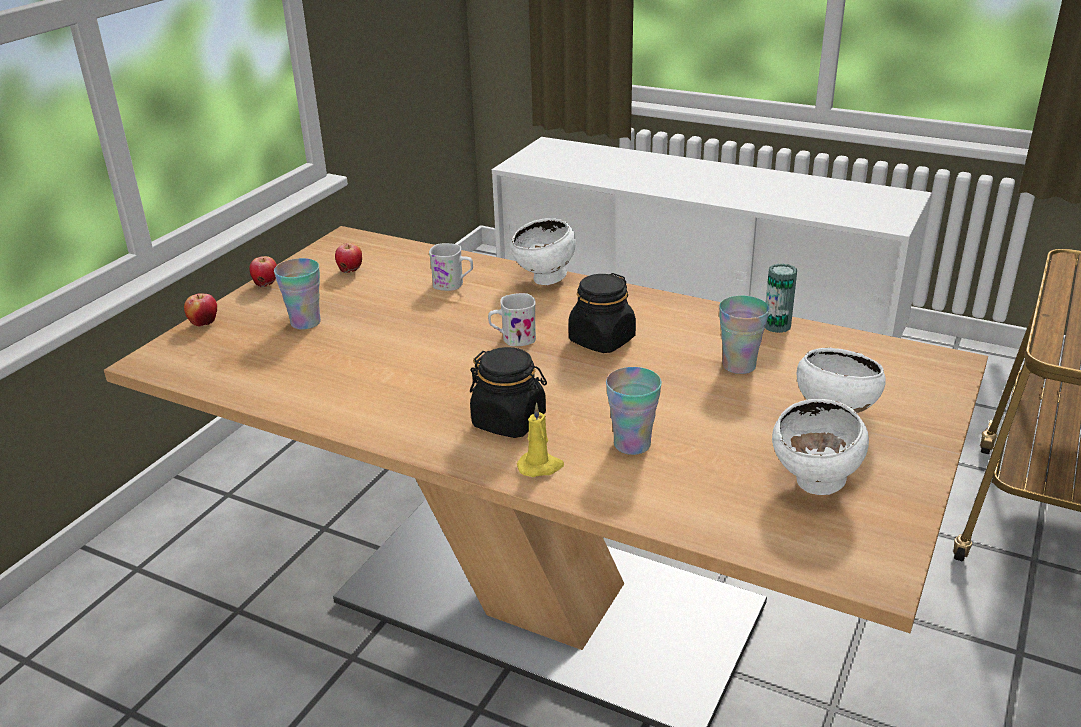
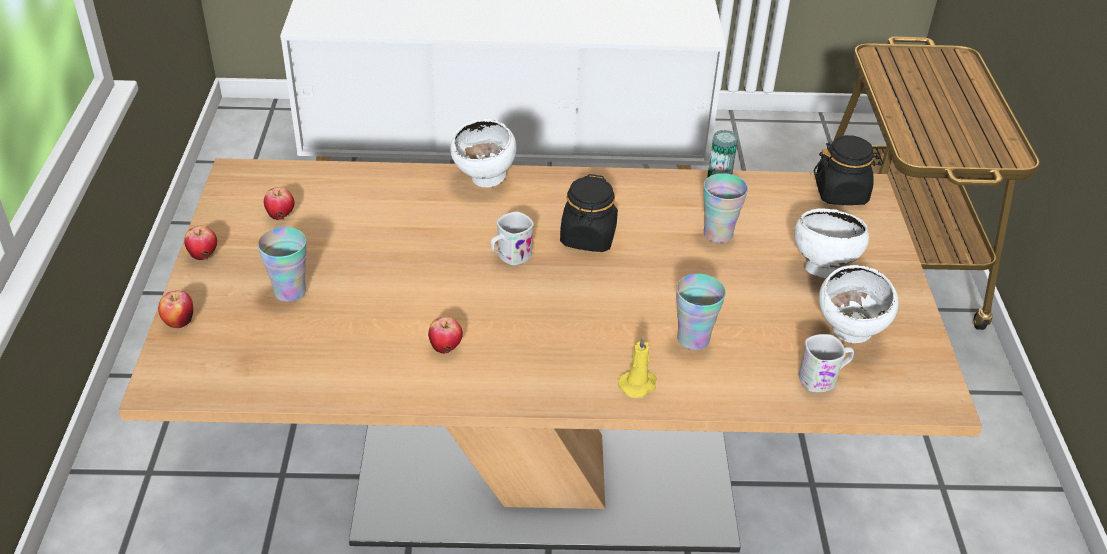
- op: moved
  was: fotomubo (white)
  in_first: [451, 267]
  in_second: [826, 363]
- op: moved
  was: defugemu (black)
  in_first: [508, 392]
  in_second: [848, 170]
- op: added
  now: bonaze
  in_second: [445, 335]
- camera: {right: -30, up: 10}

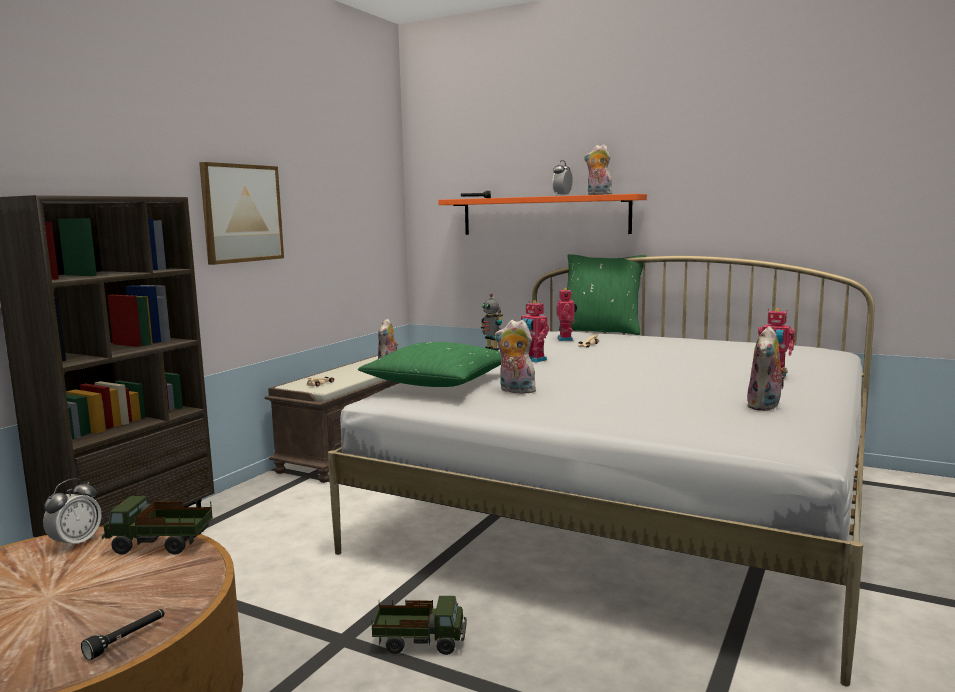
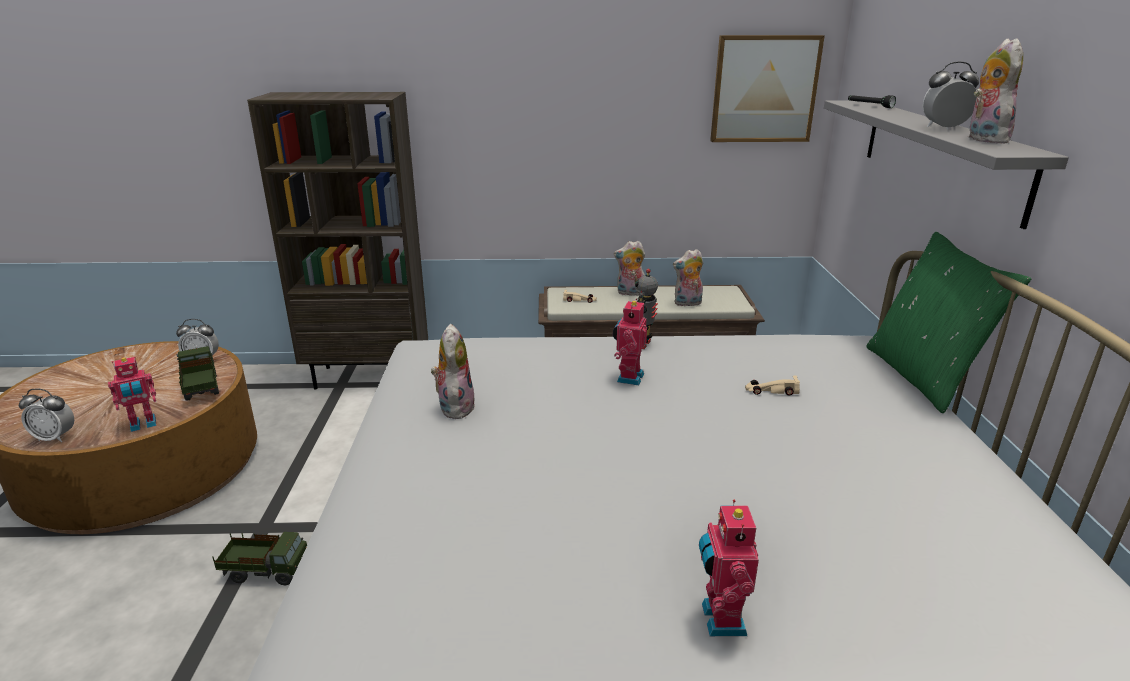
- op: replaced
  was: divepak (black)
  now: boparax
  in_first: [122, 634]
  in_second: [46, 415]
- op: moved
  was: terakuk
  in_first: [241, 213]
  in_second: [767, 88]
- op: removed
  was: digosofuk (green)
  in_first: [429, 364]
- op: turned
  was: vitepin
  in_first: [419, 625]
  in_second: [260, 558]
  clockwise: -60
- op: recoloured
  was: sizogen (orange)
  now: sizogen (grey)
  in_first: [542, 214]
  in_second: [946, 164]
- op: moved
  was: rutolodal
  in_first: [567, 314]
  in_second: [132, 394]
- op: moved
  was: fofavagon
  in_first: [767, 368]
  in_second: [629, 268]
- camera: {right: 60, up: 15}

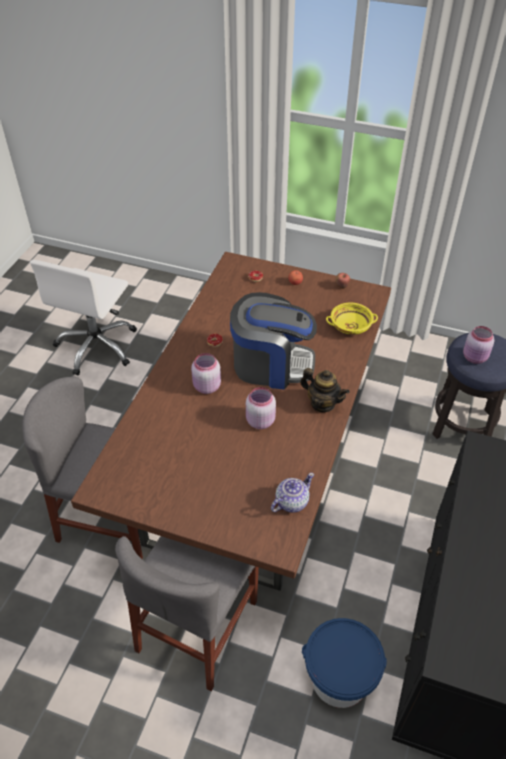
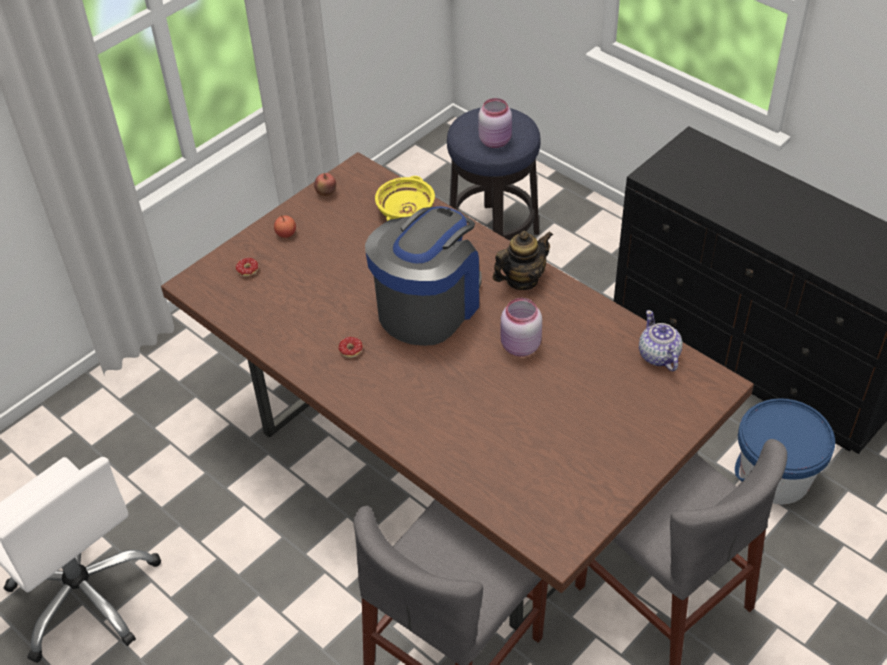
- op: removed
  was: defugemu (pink)
  in_first: [206, 373]
- camera: {right: -65, up: 0}

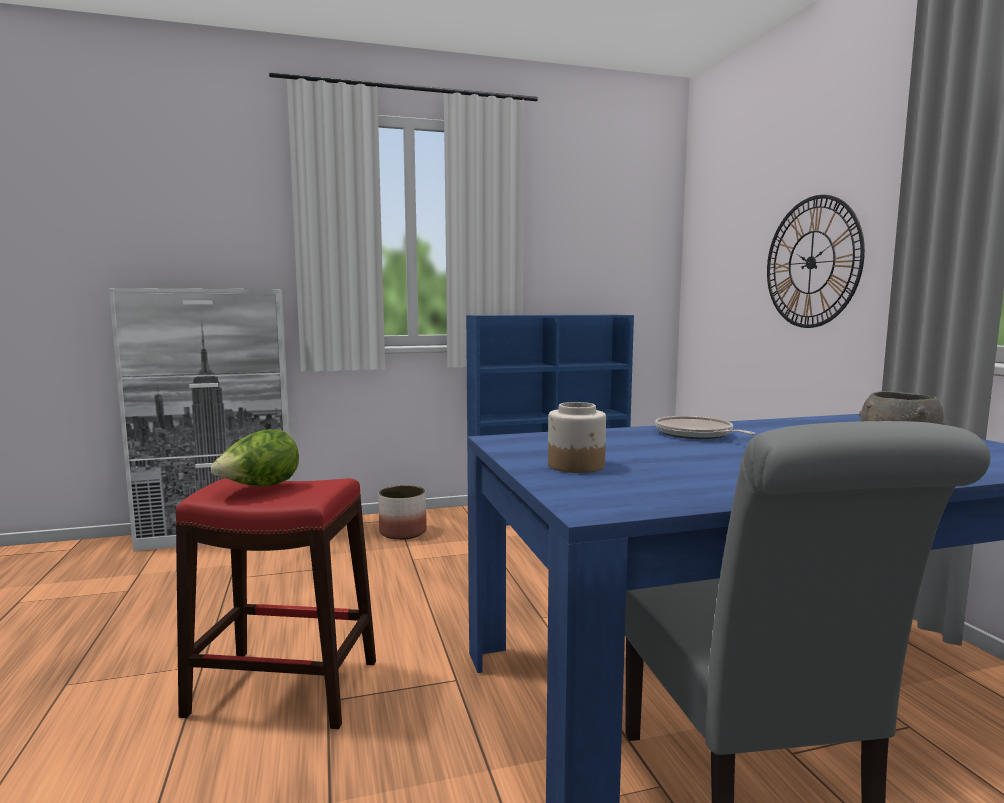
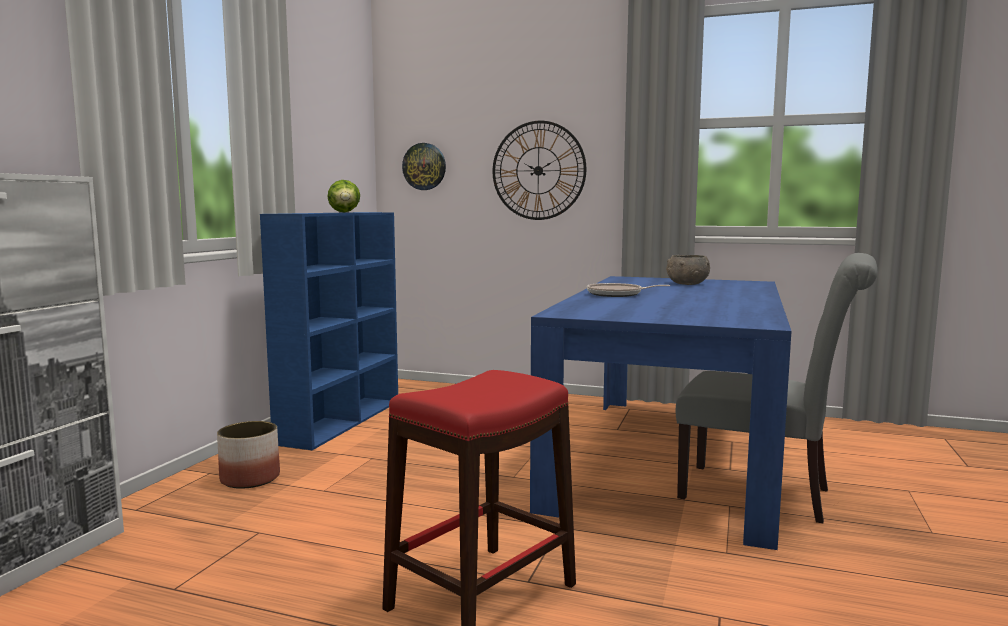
- op: moved
  was: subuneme
  in_first: [255, 457]
  in_second: [344, 196]
- op: removed
  was: defugemu
  in_first: [577, 437]
- op: added
  now: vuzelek
  in_second: [424, 166]
- camera: {right: -55, up: 0}

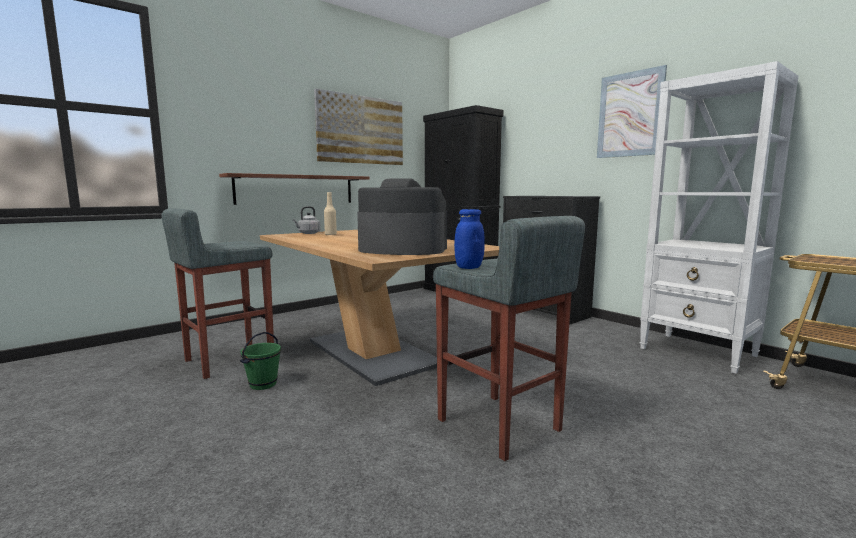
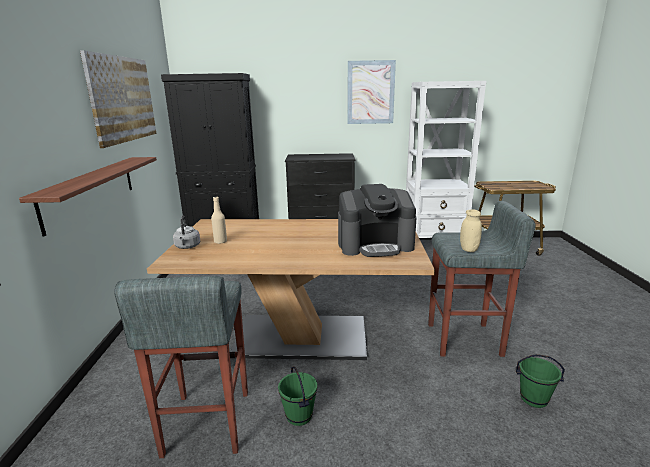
- op: turned
  was: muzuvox
  in_first: [402, 216]
  in_second: [377, 220]
  clockwise: -150
- op: recoloured
  was: defugemu (blue)
  now: defugemu (beige)
  in_first: [469, 239]
  in_second: [471, 230]
- op: added
  now: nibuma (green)
  in_second: [540, 381]
- camera: {right: -50, up: 10}

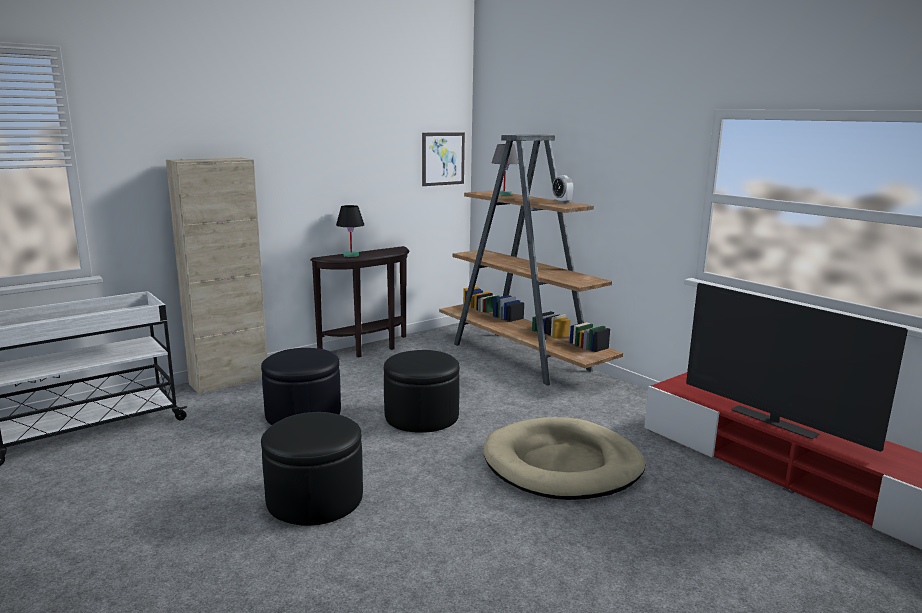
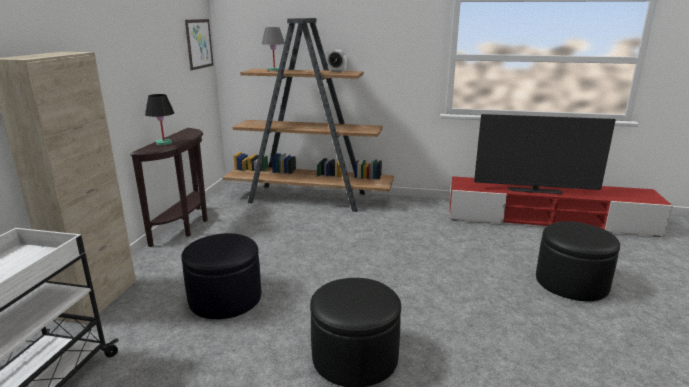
- op: moved
  was: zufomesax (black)
  in_first: [422, 391]
  in_second: [578, 261]
- op: removed
  was: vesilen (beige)
  in_first: [564, 458]
- camera: {right: -40, up: 5}

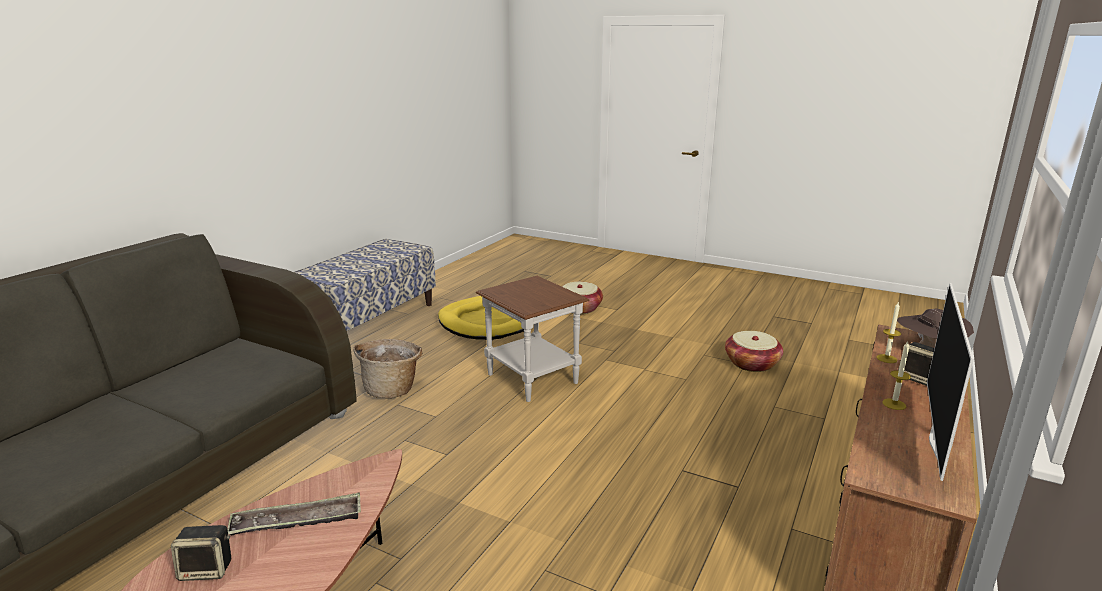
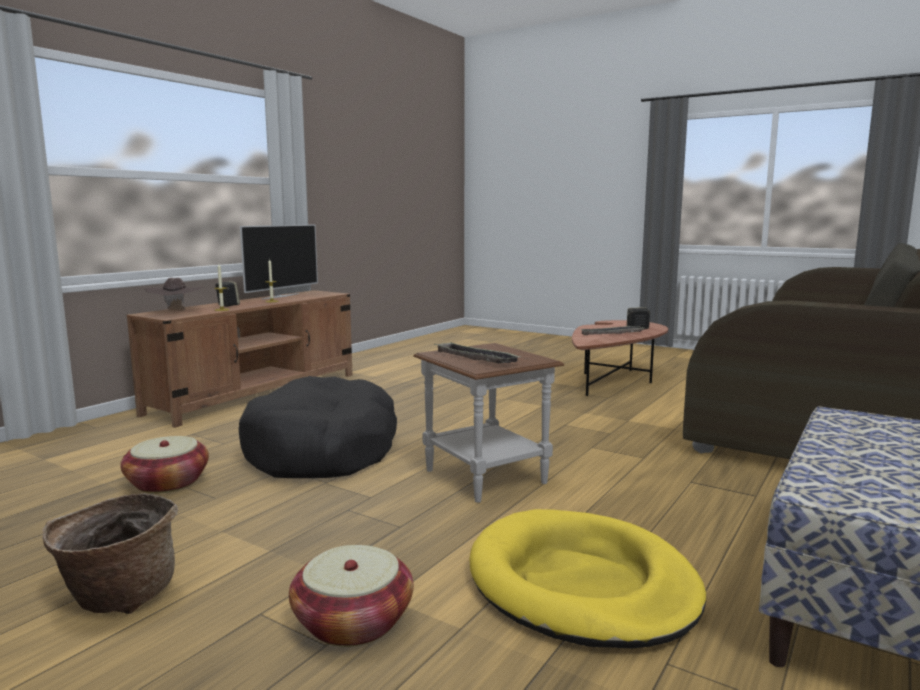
- op: moved
  was: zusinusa
  in_first: [387, 368]
  in_second: [110, 553]
- op: added
  now: vesilen (black)
  in_second: [317, 427]
- op: added
  now: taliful
  in_second: [477, 352]
- camera: {right: -175, up: -10}

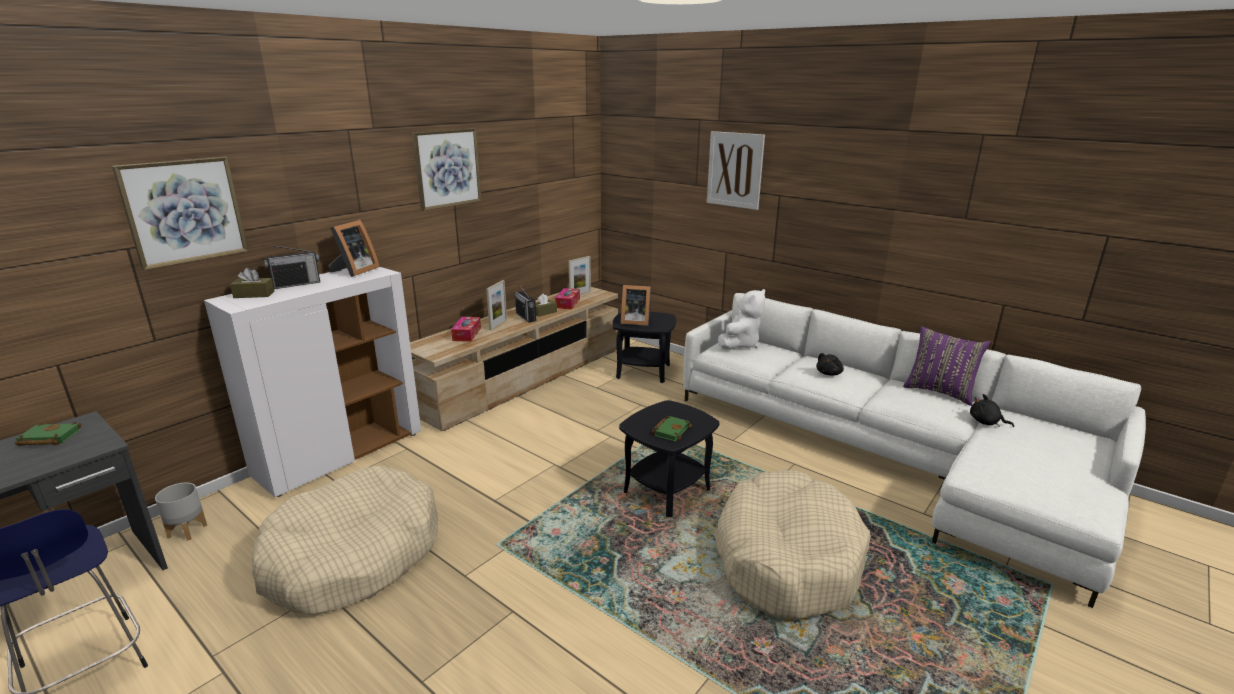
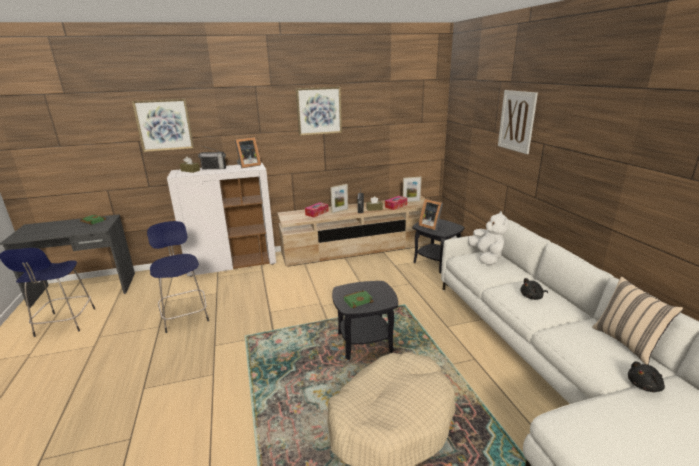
- op: removed
  was: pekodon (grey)
  in_first: [181, 512]
- op: replaced
  was: vesilen (beige)
  now: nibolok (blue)
  in_first: [345, 540]
  in_second: [178, 277]
- op: turned
  was: fofavagon (white)
  in_first: [742, 319]
  in_second: [488, 238]
  clockwise: -75
- op: recoloured
  was: digosofuk (purple)
  now: digosofuk (beige)
  in_first: [947, 366]
  in_second: [637, 320]
- op: turned
  was: fofavagon (black)
  in_first: [992, 410]
  in_second: [646, 376]
  clockwise: -90
- camera: {right: 35, up: 0}

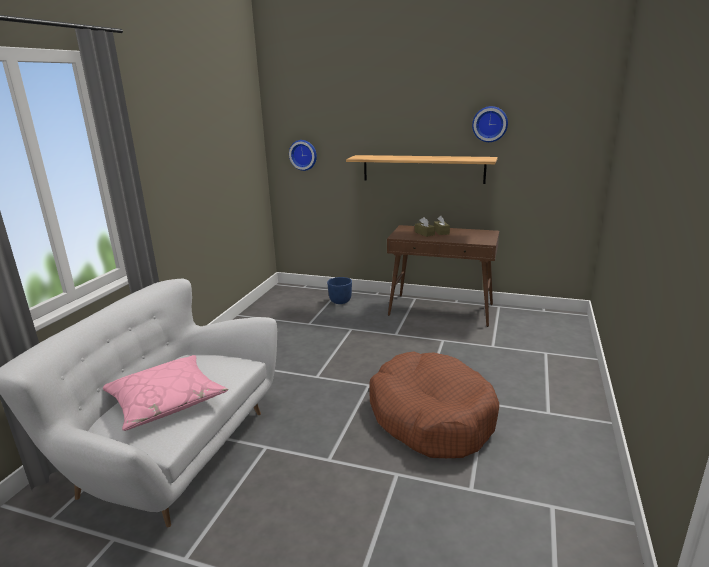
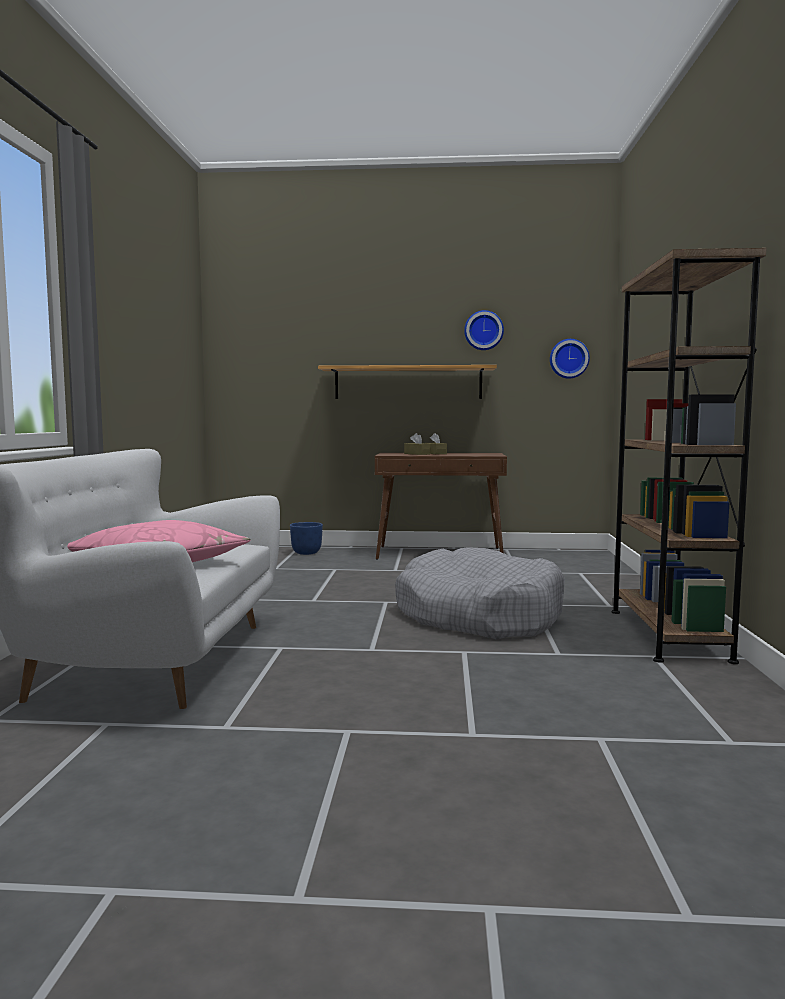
- op: moved
  was: vuzelek
  in_first: [303, 155]
  in_second: [570, 359]
- op: recoloured
  was: vesilen (brown)
  now: vesilen (grey)
  in_first: [434, 405]
  in_second: [480, 593]
- op: added
  now: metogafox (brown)
  in_second: [688, 456]
- camera: {right: -15, up: -15}

